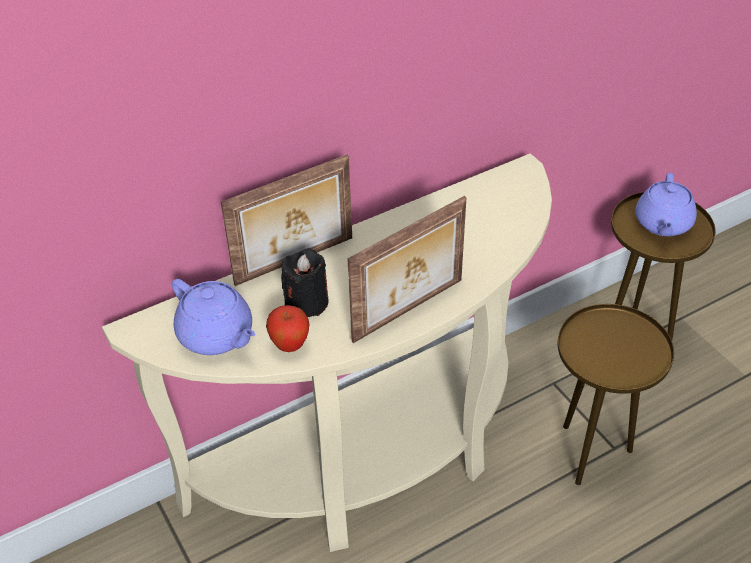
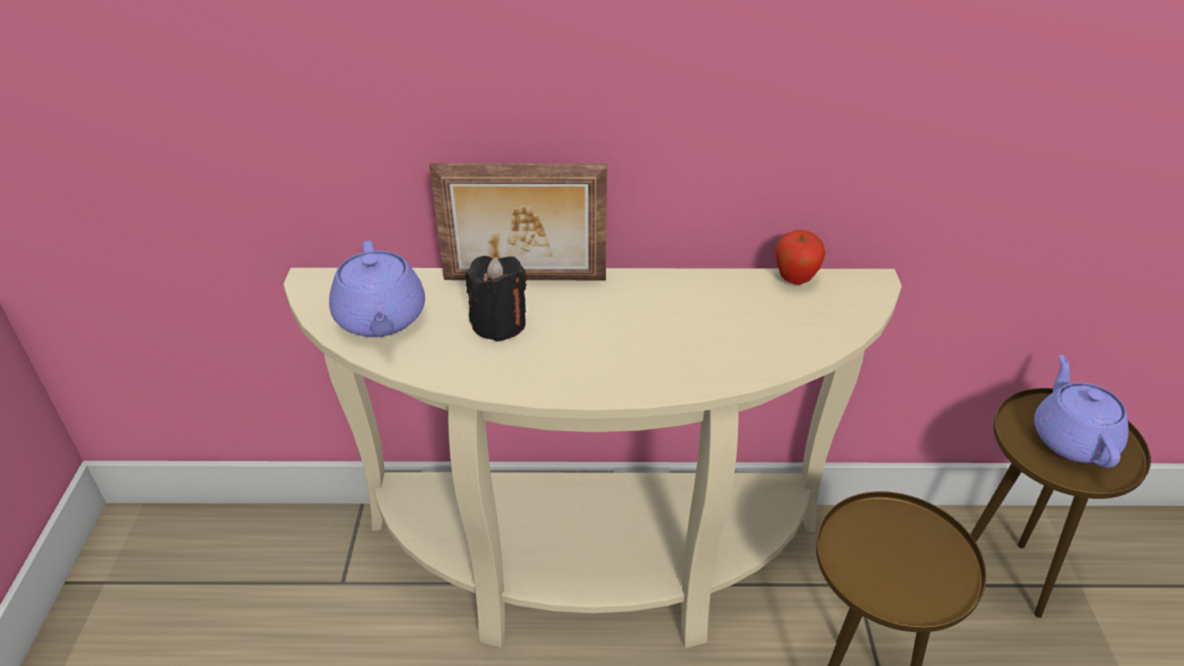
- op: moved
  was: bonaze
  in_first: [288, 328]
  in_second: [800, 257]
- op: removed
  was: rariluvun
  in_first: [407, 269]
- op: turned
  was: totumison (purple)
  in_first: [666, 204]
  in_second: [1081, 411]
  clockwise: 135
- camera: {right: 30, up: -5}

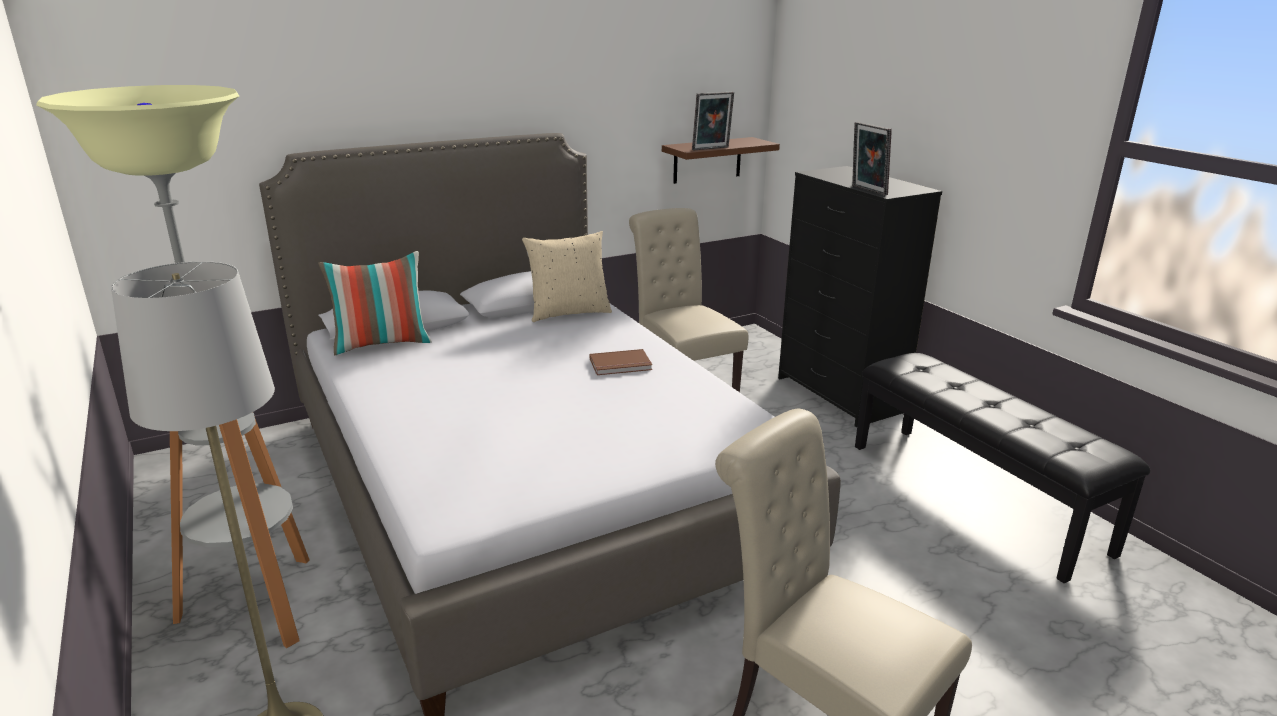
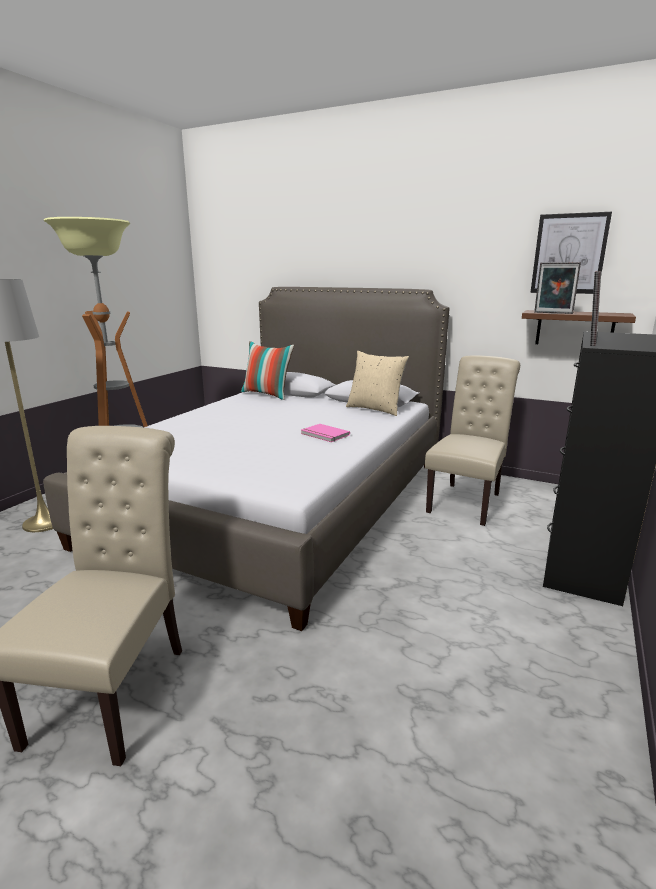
- op: recoloured
  was: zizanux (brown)
  now: zizanux (pink)
  in_first: [620, 362]
  in_second: [325, 433]
- op: removed
  was: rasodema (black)
  in_first: [1002, 468]
- op: added
  now: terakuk
  in_second: [571, 253]
- camera: {right: 55, up: -5}

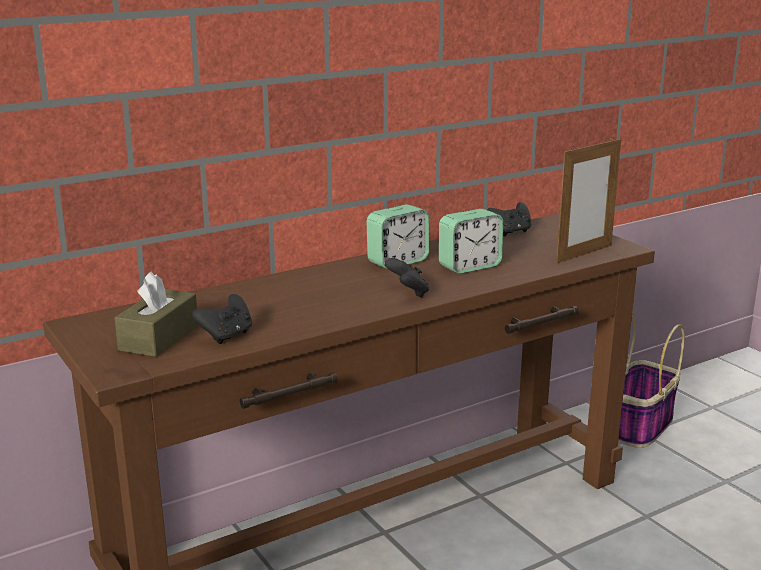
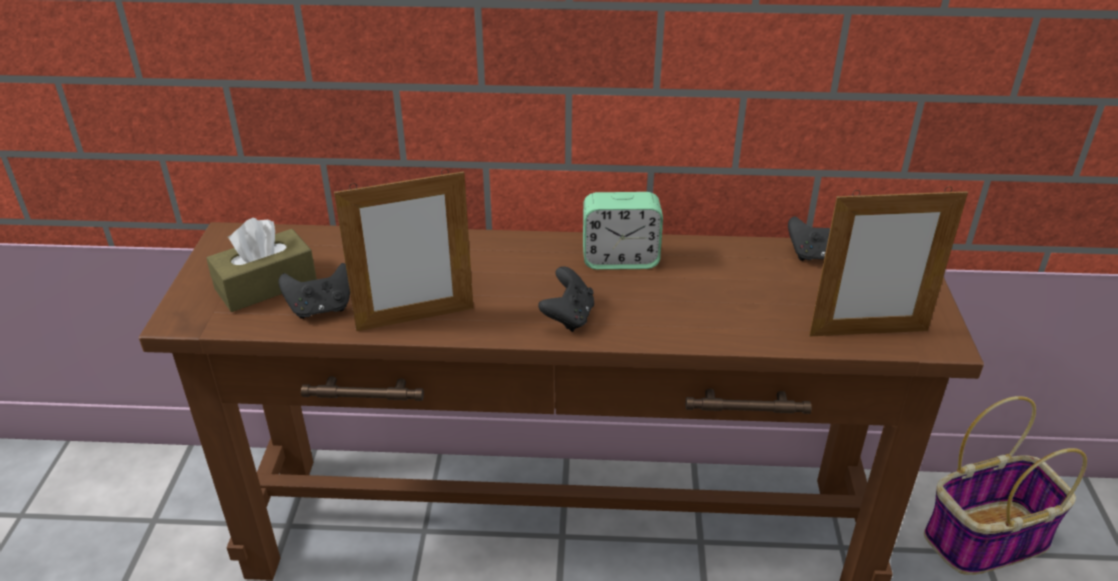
- op: removed
  was: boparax
  in_first: [471, 241]
- op: added
  now: rariluvun
  in_second: [403, 250]
- camera: {right: 35, up: 15}

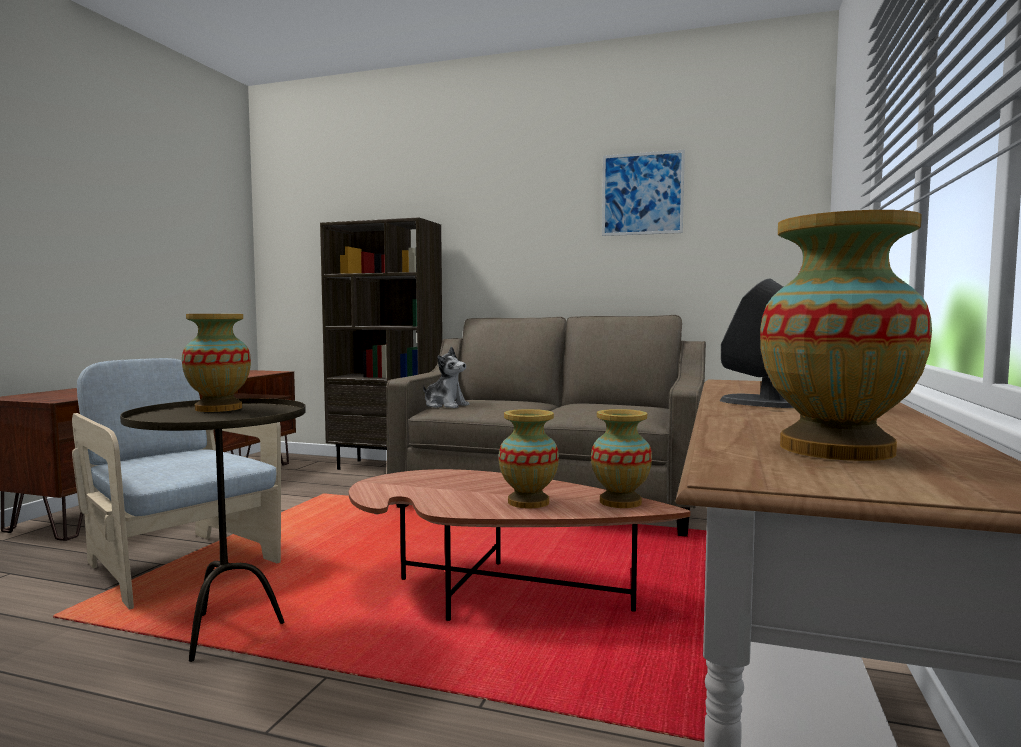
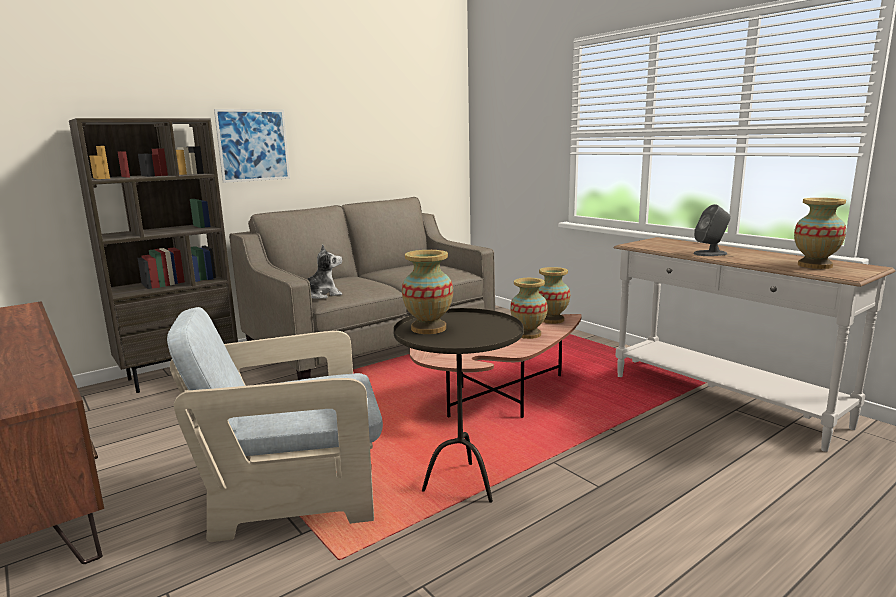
- op: moved
  was: terakuk
  in_first: [643, 193]
  in_second: [252, 146]
- camera: {right: -55, up: 10}

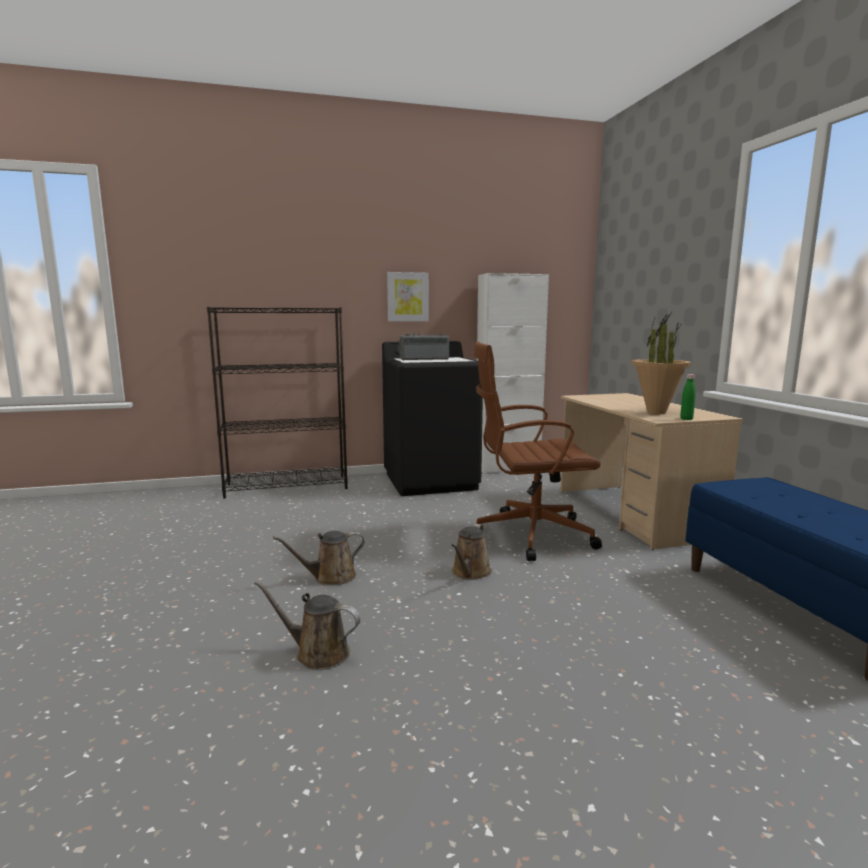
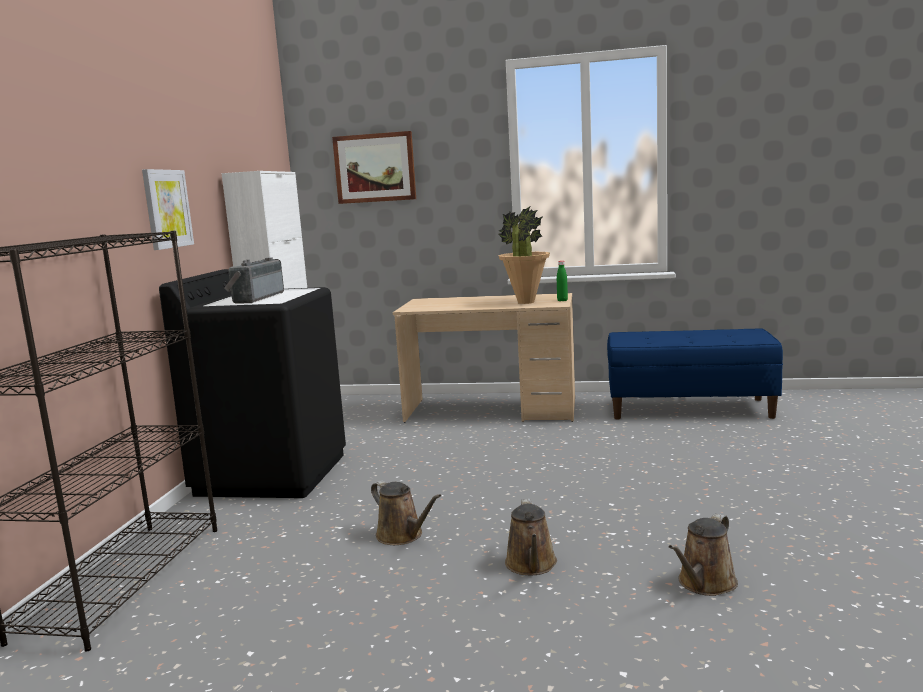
- op: moved
  was: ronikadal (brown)
  in_first: [471, 552]
  in_second: [406, 512]
- op: removed
  was: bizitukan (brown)
  in_first: [538, 451]
- op: added
  now: terakuk
  in_second: [374, 167]
- camera: {right: -65, up: 0}

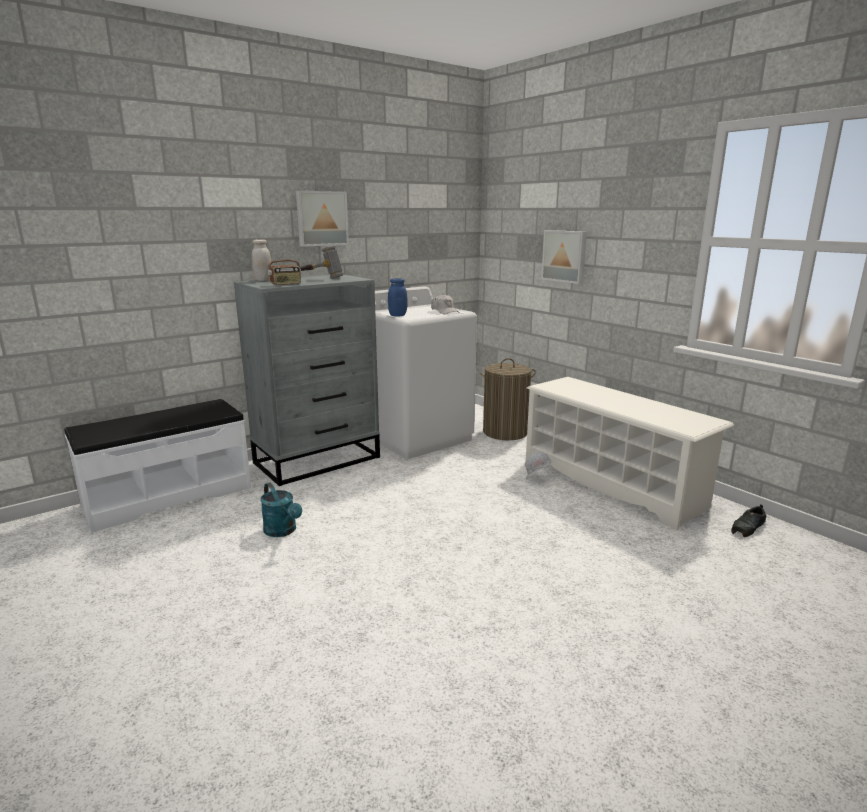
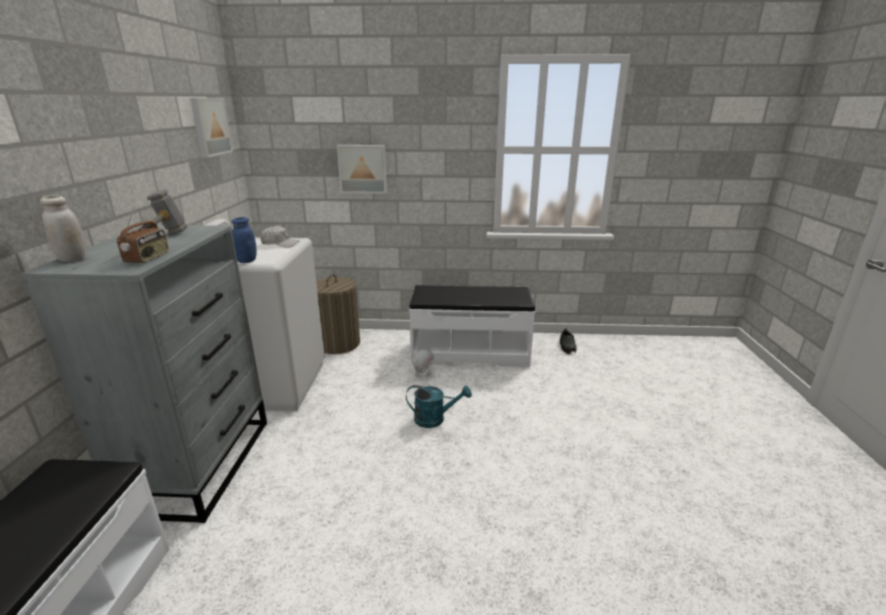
- op: moved
  was: ronikadal (turquoise)
  in_first: [281, 510]
  in_second: [439, 406]
- op: moved
  was: terakuk
  in_first: [322, 219]
  in_second: [211, 128]
- op: replaced
  was: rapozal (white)
  now: rasodema (white)
  in_first: [630, 453]
  in_second: [472, 326]
- camera: {right: -50, up: 5}

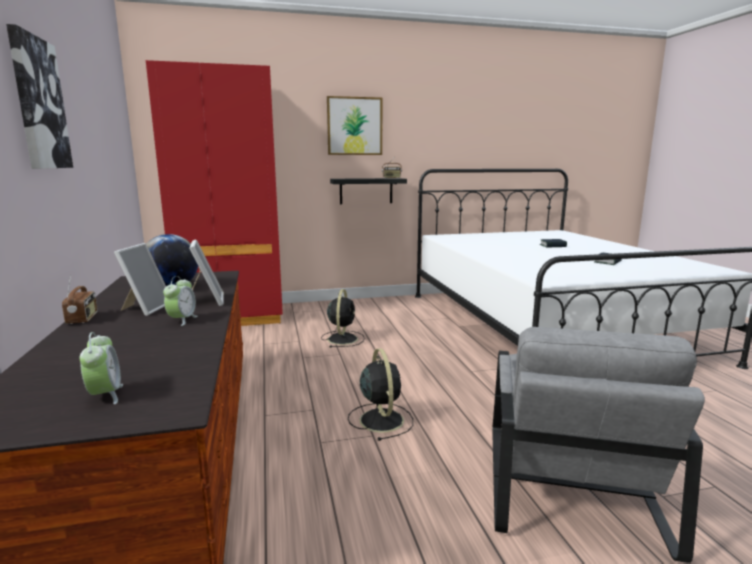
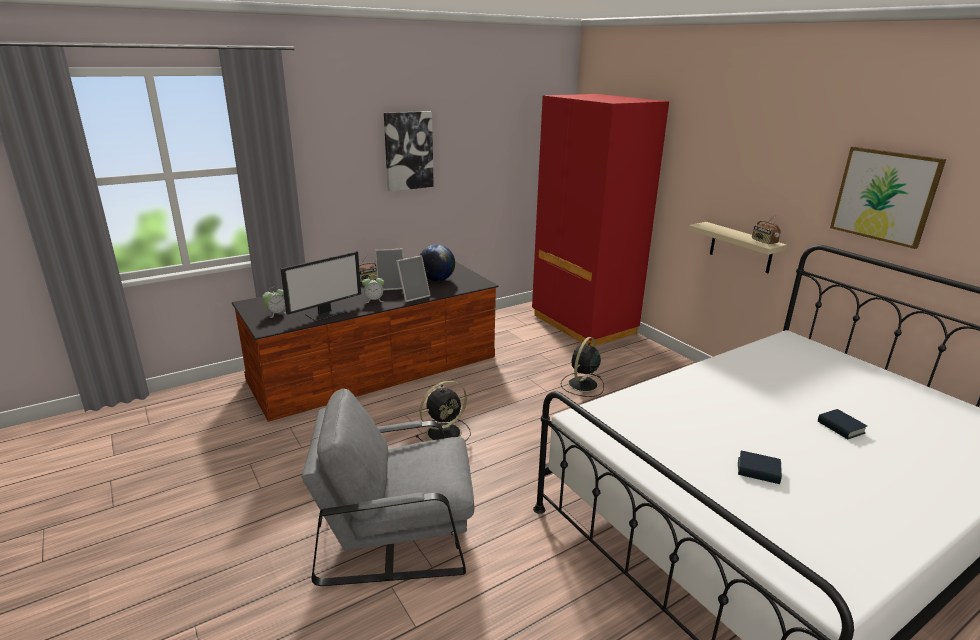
- op: turned
  was: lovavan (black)
  in_first: [343, 318]
  in_second: [582, 367]
  clockwise: 135
- op: moved
  was: terakuk
  in_first: [354, 125]
  in_second: [888, 198]
- op: recoloured
  was: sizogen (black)
  now: sizogen (beige)
  in_first: [368, 191]
  in_second: [737, 247]
- op: added
  now: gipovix
  in_second: [321, 286]
- camera: {right: 70, up: 10}

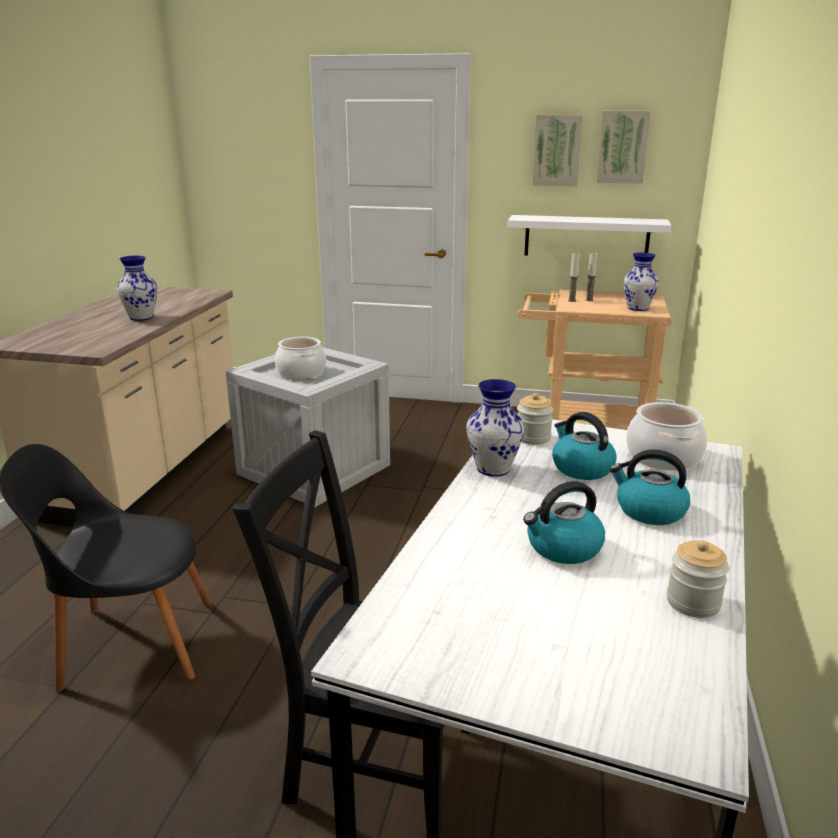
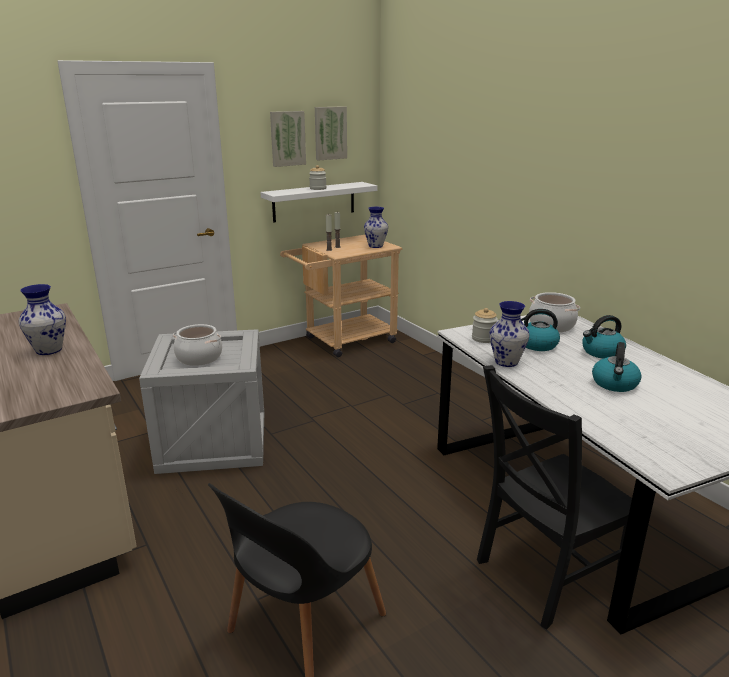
- op: moved
  was: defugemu
  in_first: [698, 579]
  in_second: [317, 177]
- camera: {right: -45, up: 0}

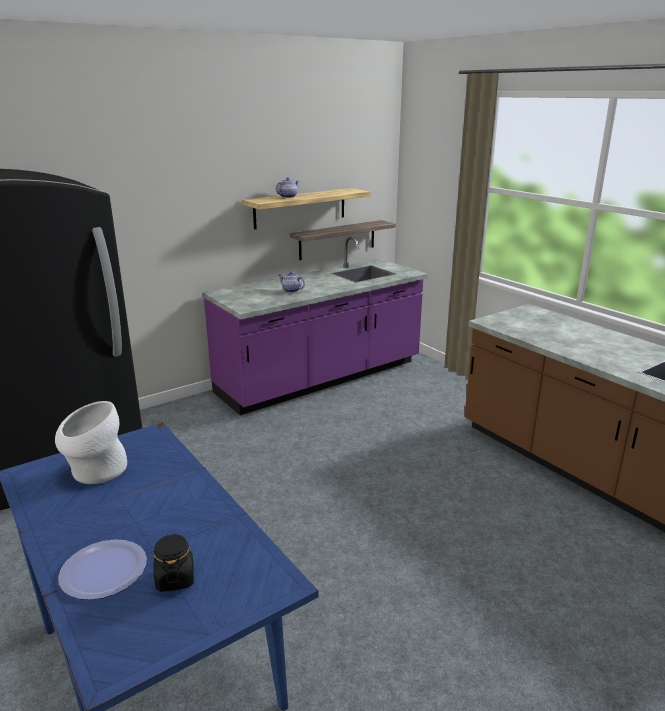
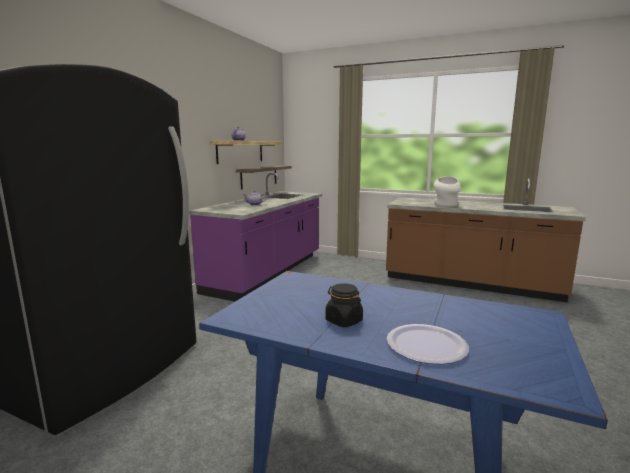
- op: moved
  was: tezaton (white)
  in_first: [91, 442]
  in_second: [447, 191]
- op: moved
  was: defugemu (black)
  in_first: [174, 562]
  in_second: [344, 305]
- camera: {right: -30, up: -10}

